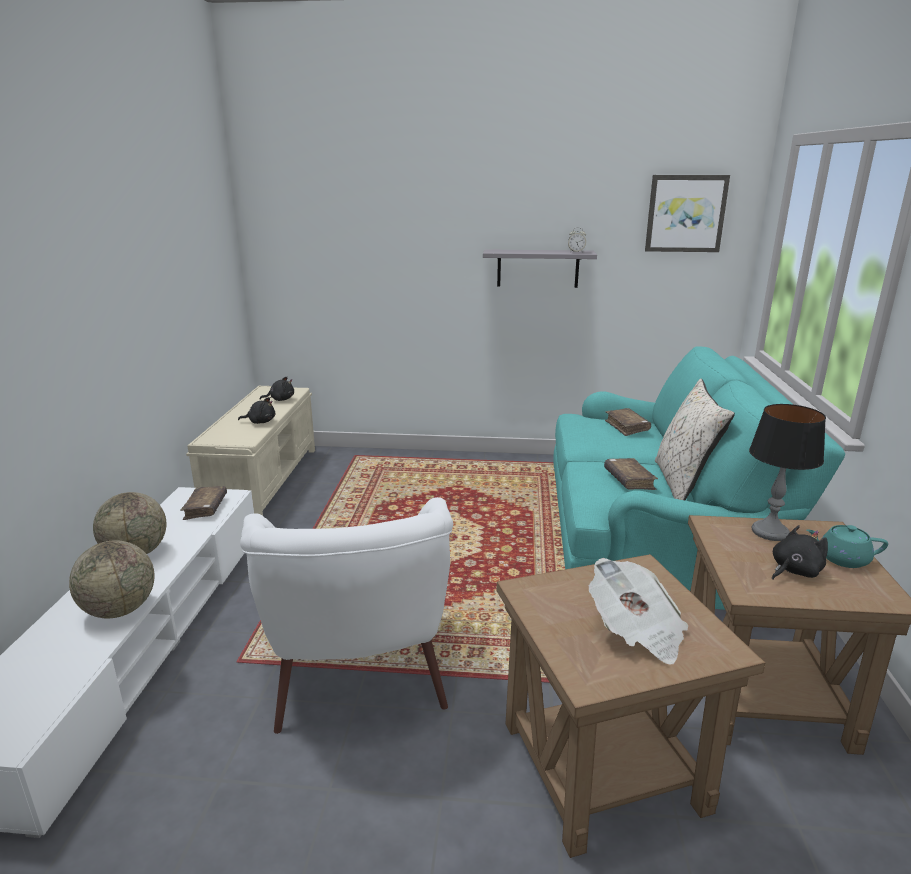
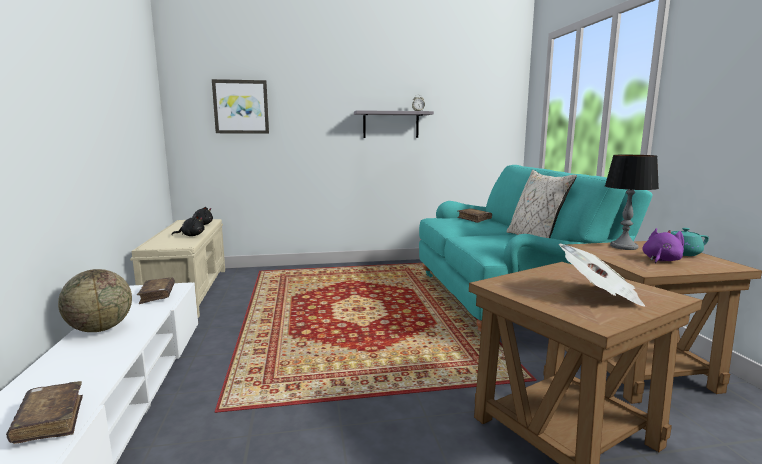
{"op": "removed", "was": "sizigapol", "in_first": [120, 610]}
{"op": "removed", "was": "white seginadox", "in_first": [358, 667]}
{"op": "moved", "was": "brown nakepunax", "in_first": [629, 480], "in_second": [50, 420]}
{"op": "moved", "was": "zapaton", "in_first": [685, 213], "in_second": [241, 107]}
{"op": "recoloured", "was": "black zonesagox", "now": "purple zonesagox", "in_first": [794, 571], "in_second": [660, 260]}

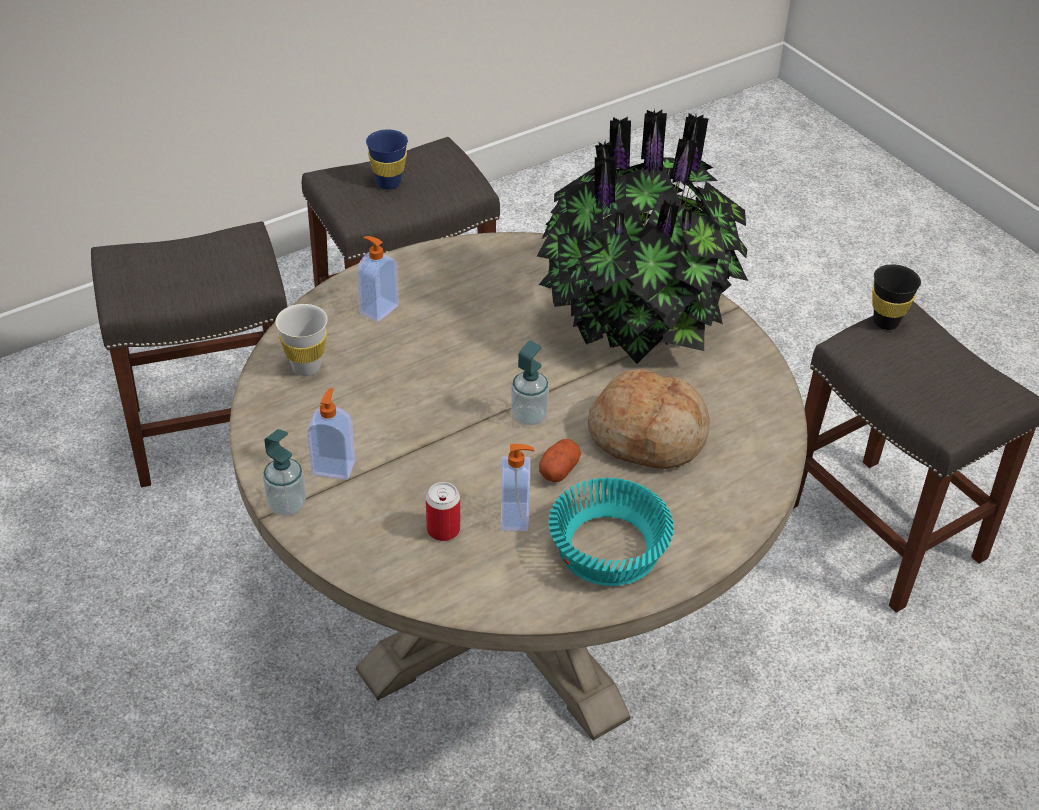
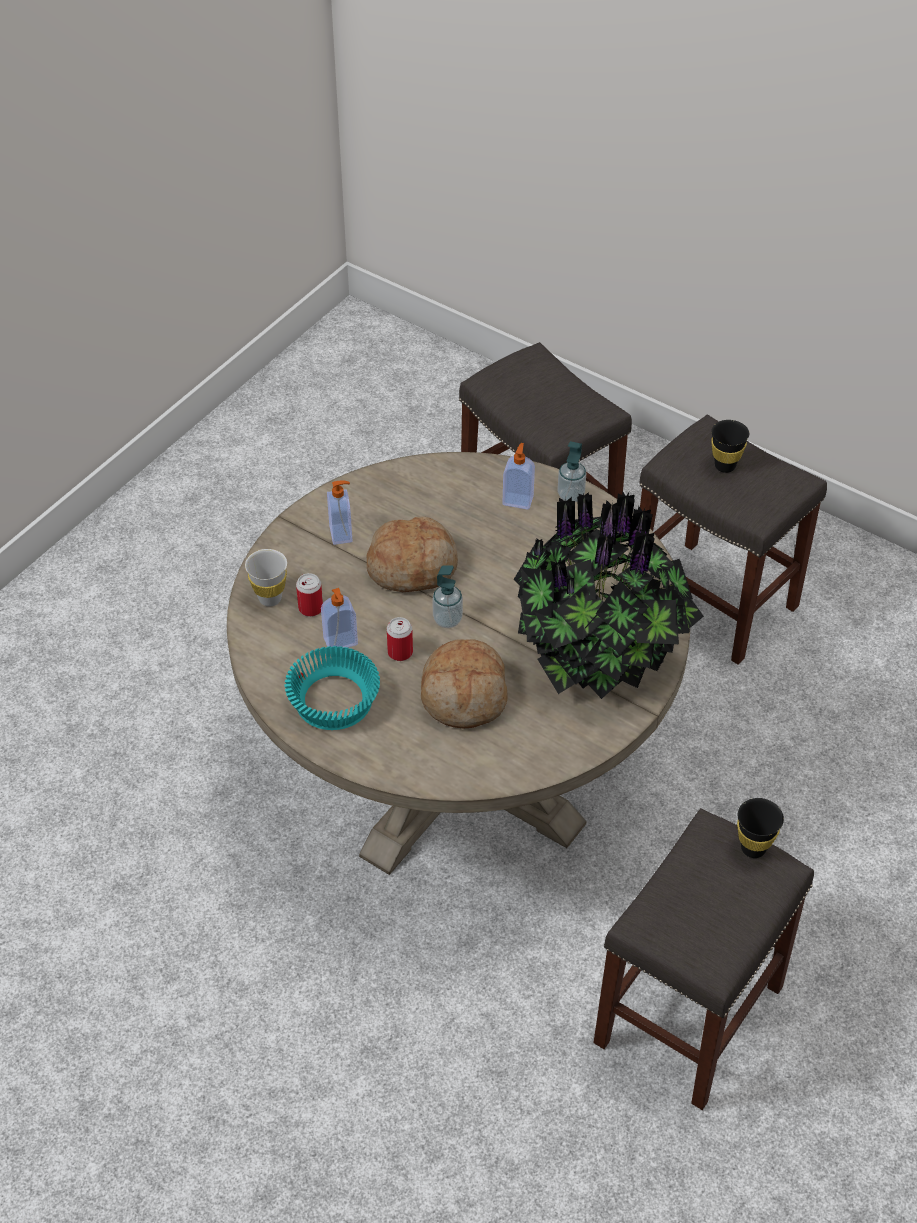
{"op": "added", "now": "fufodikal", "in_second": [413, 566]}
{"op": "moved", "was": "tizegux", "in_first": [287, 505], "in_second": [570, 495]}
{"op": "moved", "was": "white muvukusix", "in_first": [306, 367], "in_second": [270, 598]}
{"op": "replaced", "was": "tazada", "now": "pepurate", "in_first": [559, 469], "in_second": [400, 652]}
{"op": "recoloured", "was": "blue muvukusix", "now": "black muvukusix", "in_first": [389, 183], "in_second": [725, 466]}

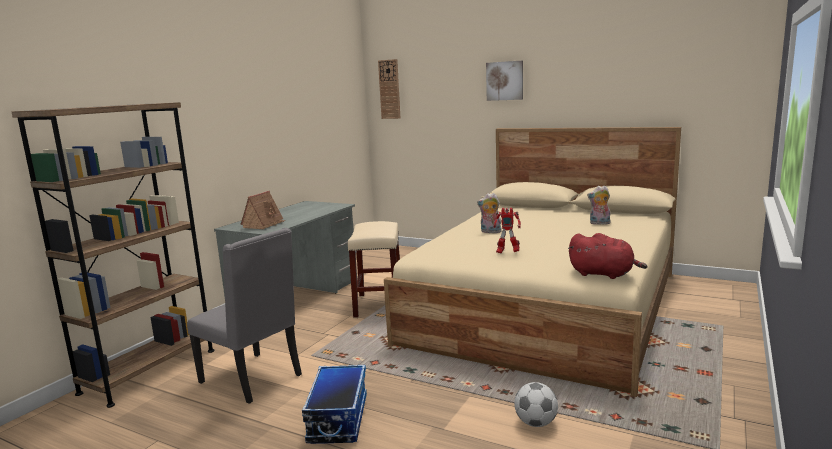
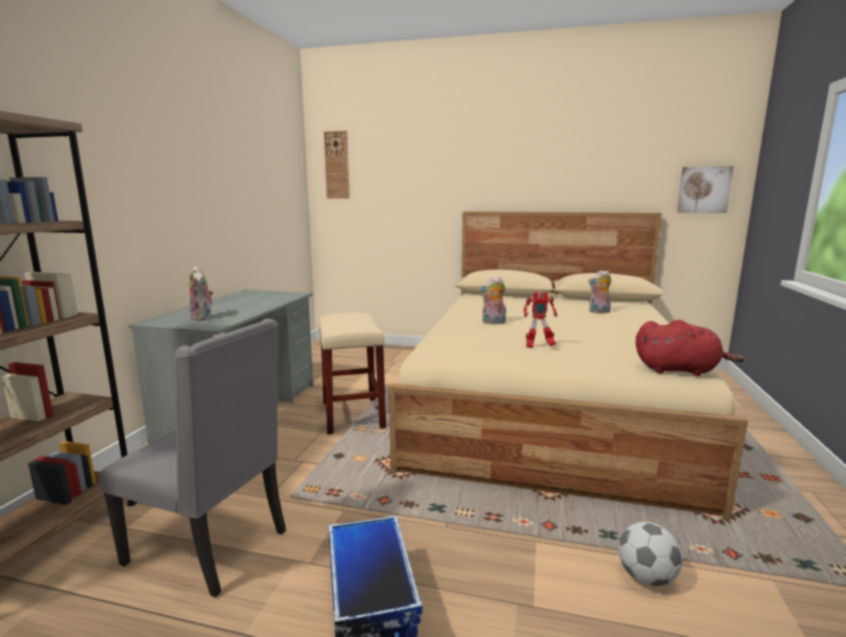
{"op": "moved", "was": "zapaton", "in_first": [505, 81], "in_second": [704, 190]}
{"op": "replaced", "was": "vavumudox", "now": "zonesagox", "in_first": [264, 224], "in_second": [203, 318]}

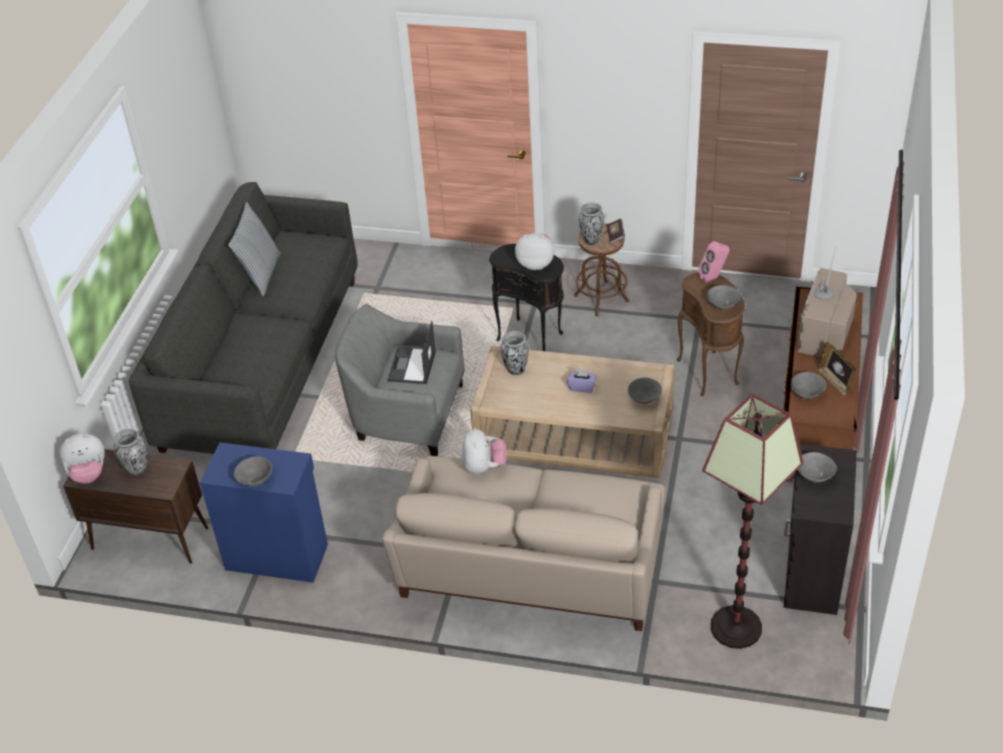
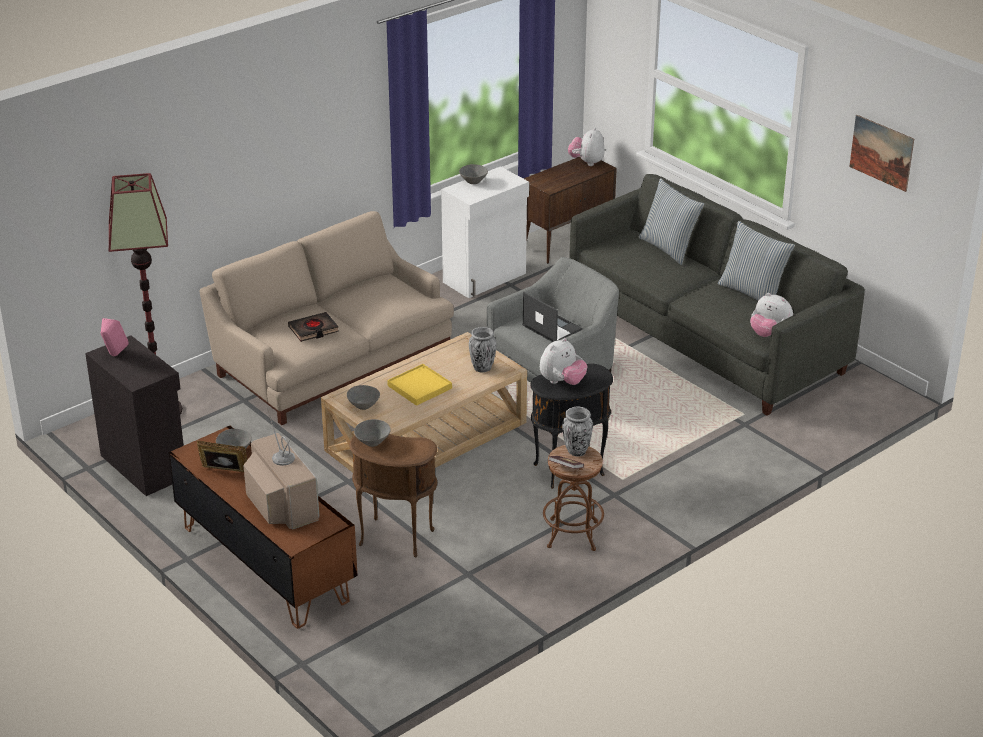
{"op": "removed", "was": "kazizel", "in_first": [137, 469]}
{"op": "removed", "was": "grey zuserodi", "in_first": [815, 477]}
{"op": "added", "now": "black nakepunax", "in_second": [313, 330]}
{"op": "added", "now": "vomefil", "in_second": [668, 248]}
{"op": "added", "now": "zapaton", "in_second": [881, 152]}
{"op": "moved", "was": "zonesagox", "in_first": [484, 467], "in_second": [769, 333]}
{"op": "moved", "was": "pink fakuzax", "in_first": [713, 278], "in_second": [114, 355]}
{"op": "replaced", "was": "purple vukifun", "now": "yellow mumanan", "in_first": [581, 387], "in_second": [419, 387]}
{"op": "recoloured", "was": "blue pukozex", "now": "white pukozex", "in_first": [276, 555], "in_second": [485, 278]}

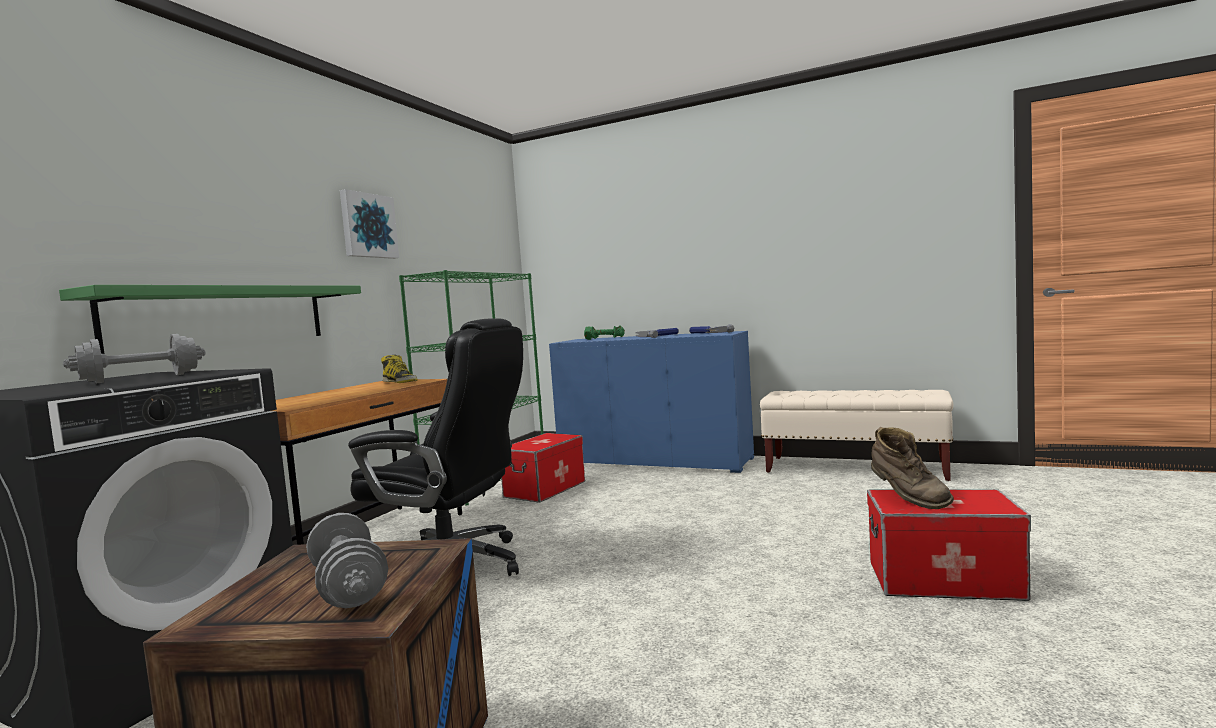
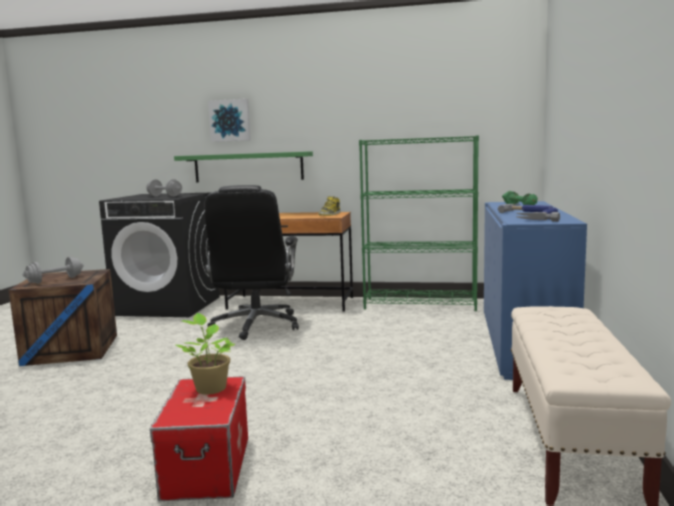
{"op": "removed", "was": "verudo", "in_first": [545, 489]}
{"op": "moved", "was": "zapaton", "in_first": [368, 226], "in_second": [230, 120]}
{"op": "replaced", "was": "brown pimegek", "now": "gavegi", "in_first": [907, 499], "in_second": [210, 388]}

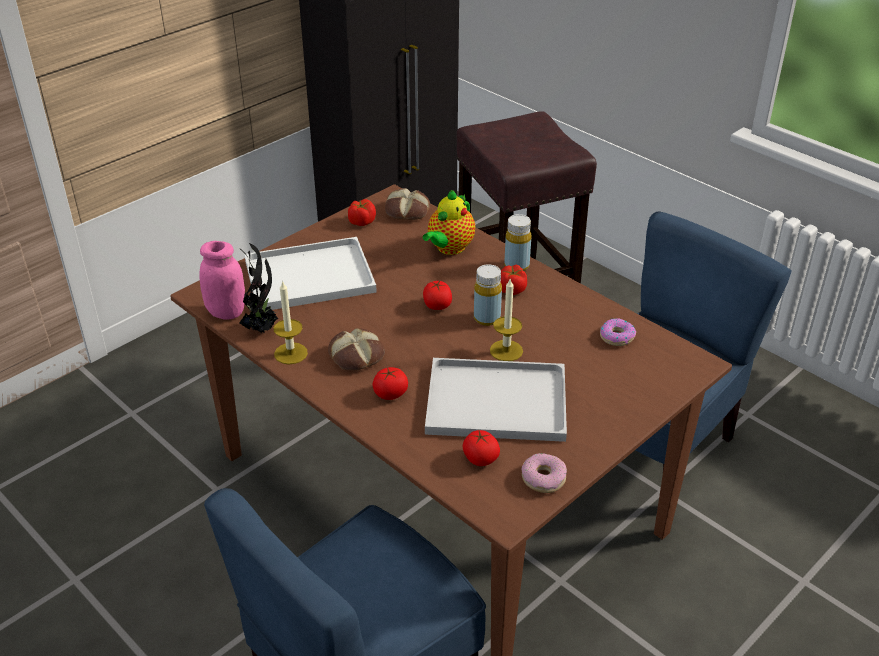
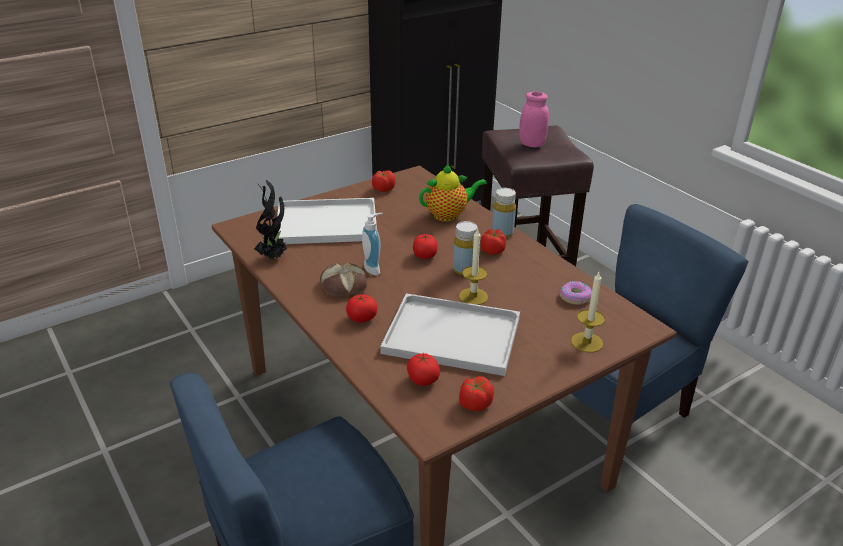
{"op": "removed", "was": "fufodikal", "in_first": [406, 211]}
{"op": "added", "now": "tizegux", "in_second": [374, 268]}
{"op": "moved", "was": "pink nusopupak", "in_first": [226, 312], "in_second": [531, 144]}
{"op": "moved", "was": "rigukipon", "in_first": [290, 353], "in_second": [586, 342]}
{"op": "replaced", "was": "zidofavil", "now": "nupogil", "in_first": [543, 478], "in_second": [475, 404]}
{"op": "turned", "was": "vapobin", "in_first": [449, 248], "in_second": [449, 215], "clockwise": -150}

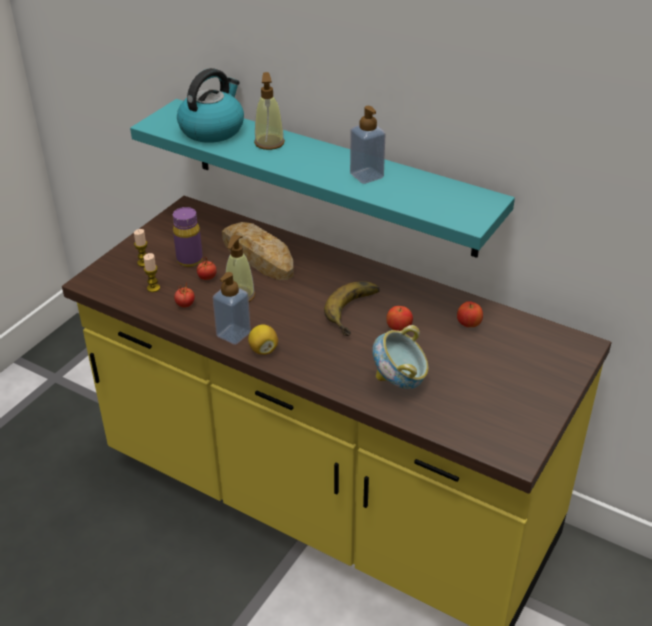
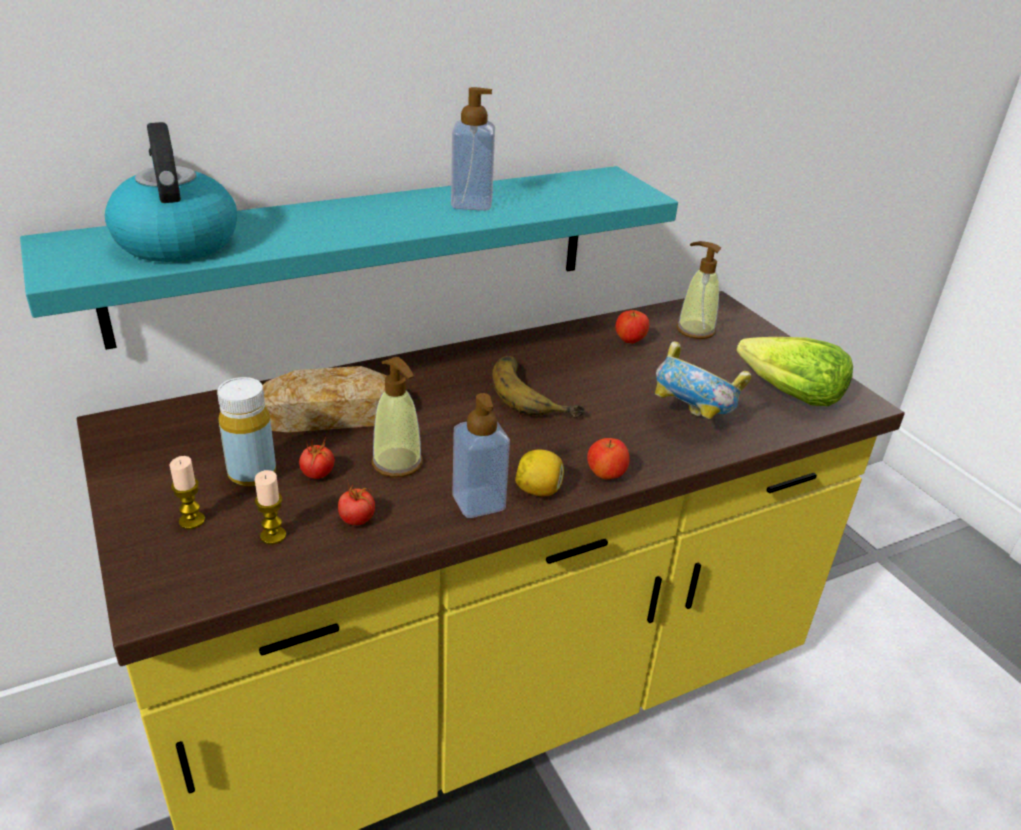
{"op": "added", "now": "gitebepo", "in_second": [789, 394]}
{"op": "moved", "was": "tizegux", "in_first": [269, 143], "in_second": [695, 330]}
{"op": "moved", "was": "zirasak", "in_first": [398, 328], "in_second": [605, 475]}
{"op": "recoloured", "was": "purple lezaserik", "now": "yellow lezaserik", "in_first": [189, 260], "in_second": [252, 473]}

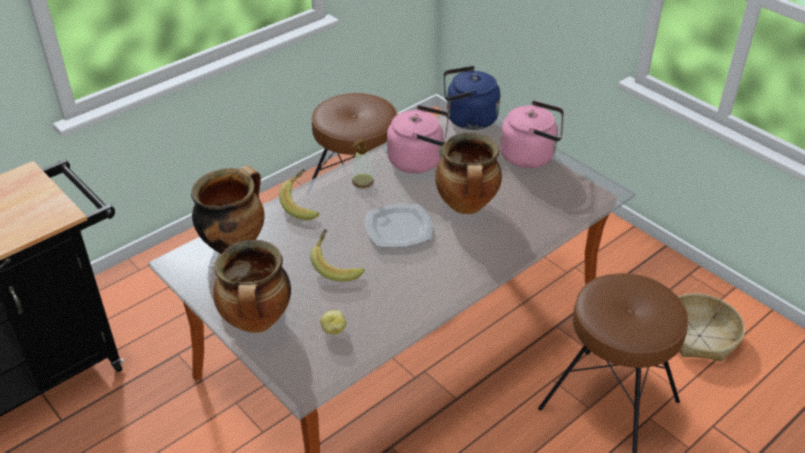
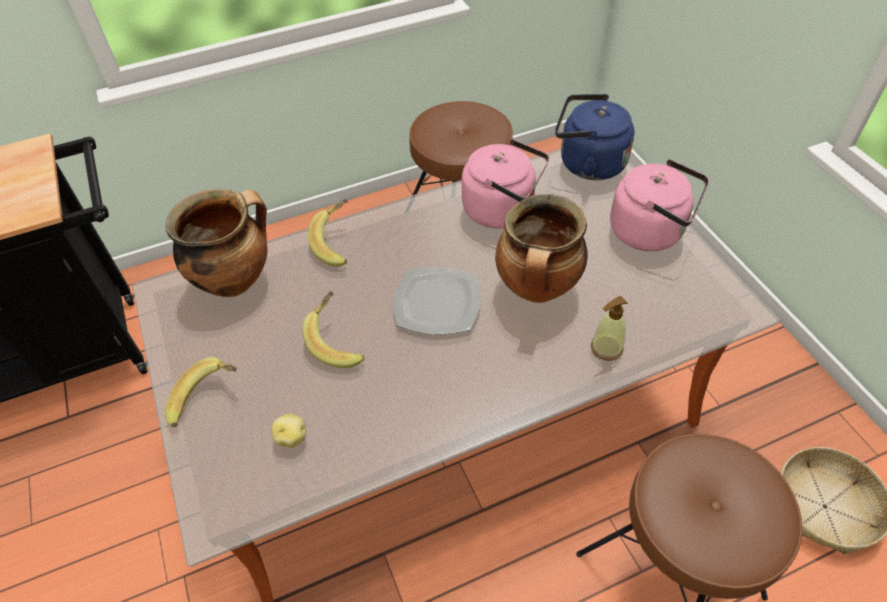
{"op": "moved", "was": "tizegux", "in_first": [362, 181], "in_second": [606, 348]}
{"op": "replaced", "was": "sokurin", "now": "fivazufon", "in_first": [257, 322], "in_second": [208, 400]}

